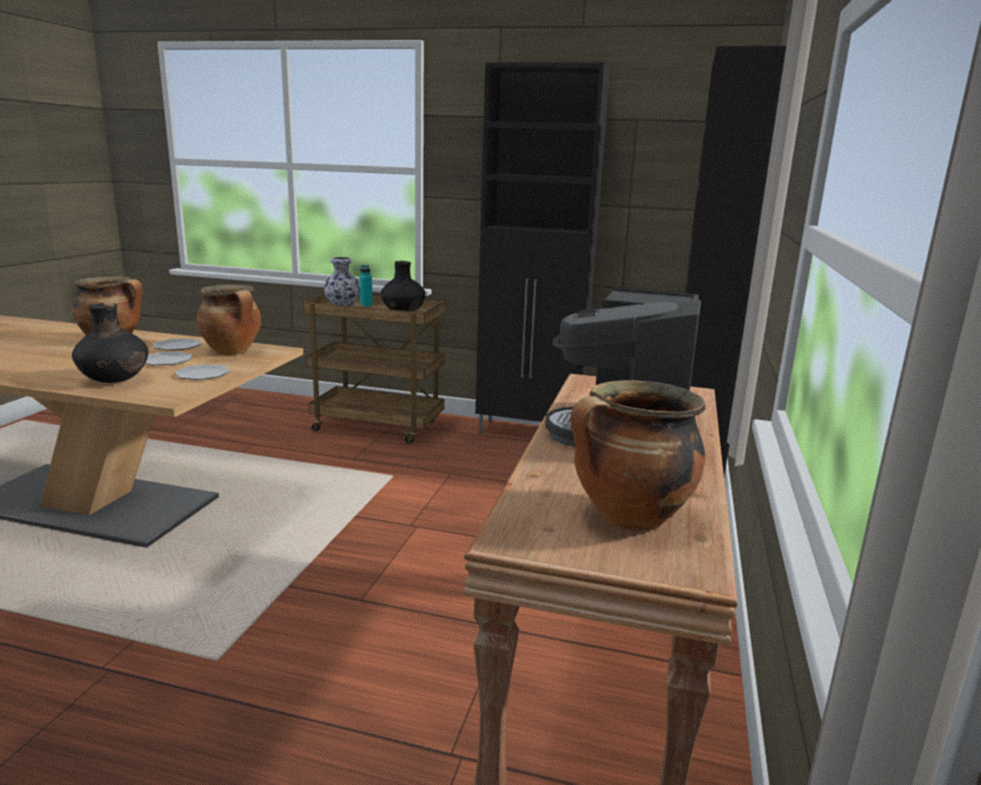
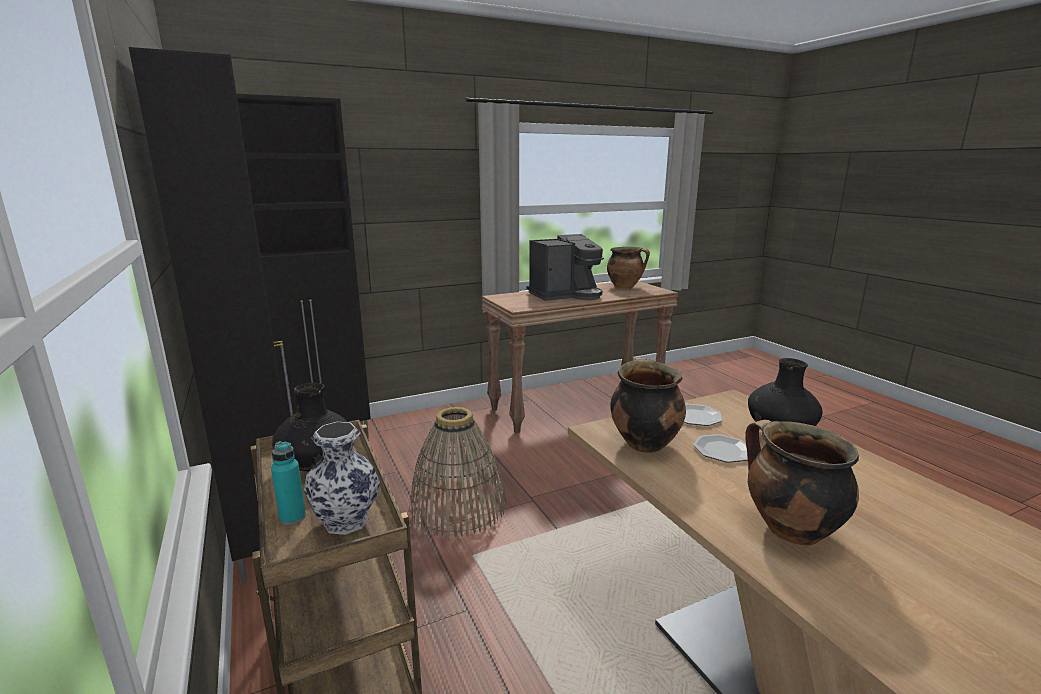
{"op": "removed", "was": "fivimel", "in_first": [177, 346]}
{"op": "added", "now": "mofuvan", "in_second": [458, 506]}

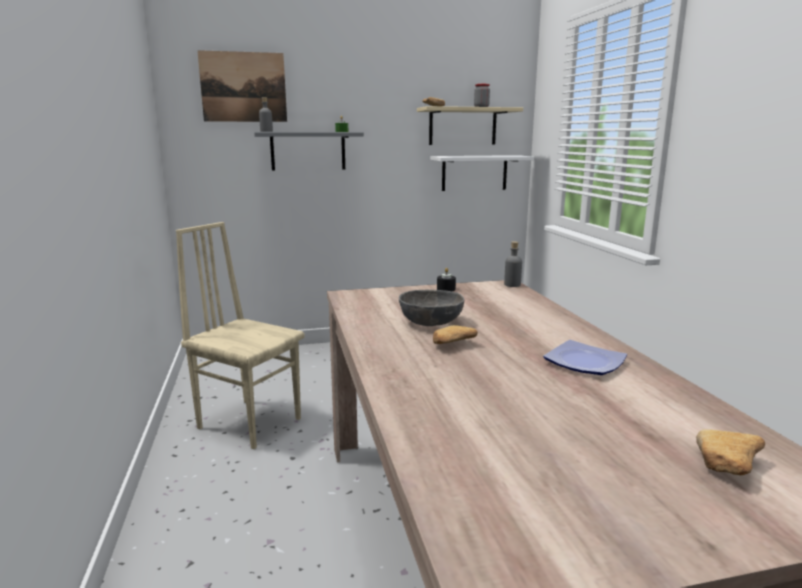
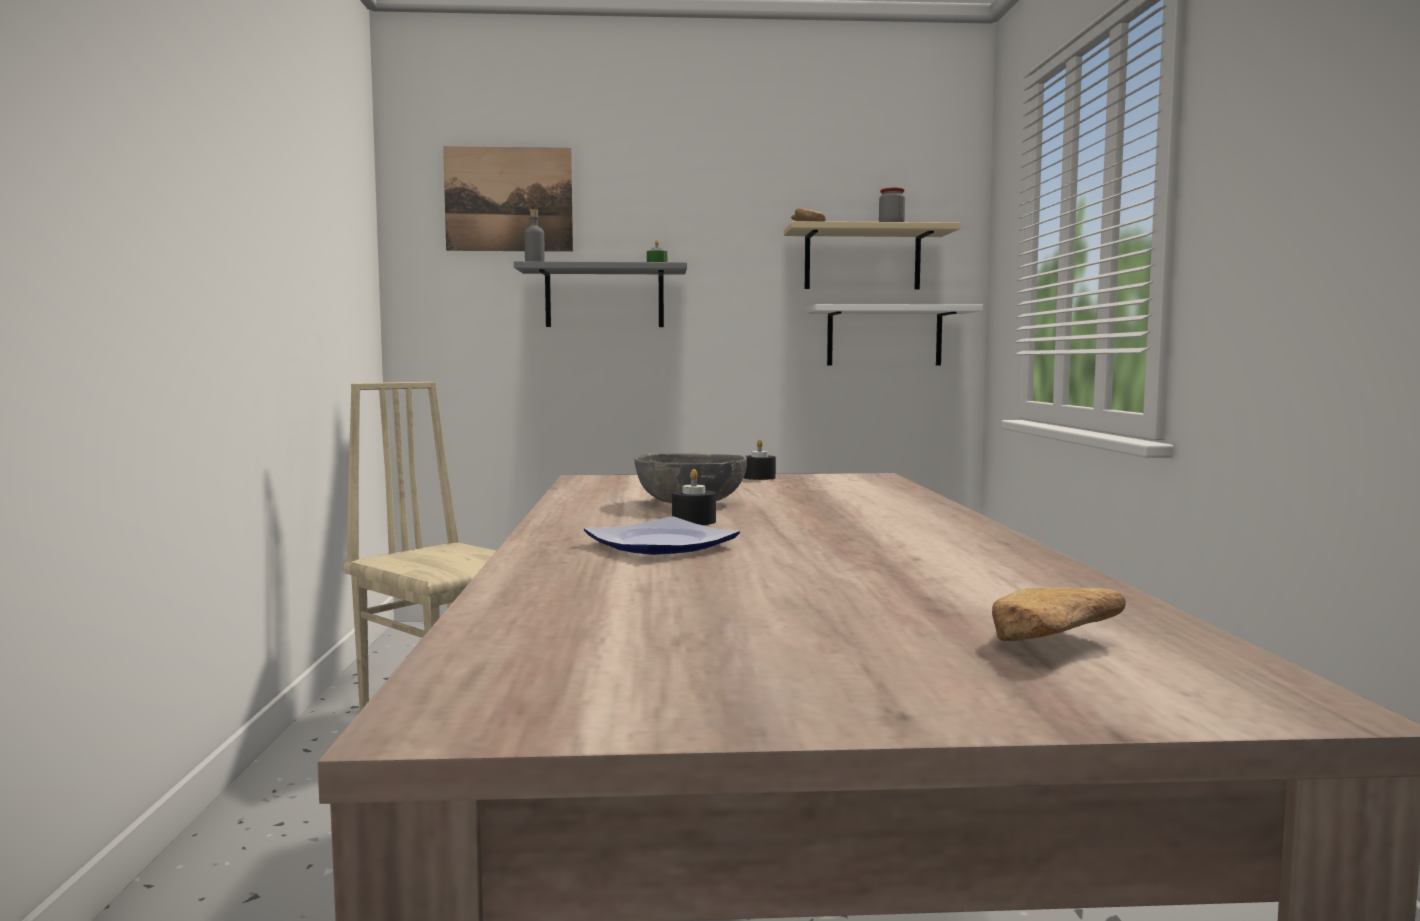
{"op": "removed", "was": "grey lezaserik", "in_first": [512, 285]}
{"op": "moved", "was": "fivimel", "in_first": [586, 363], "in_second": [664, 545]}
{"op": "replaced", "was": "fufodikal", "now": "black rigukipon", "in_first": [450, 345], "in_second": [693, 521]}

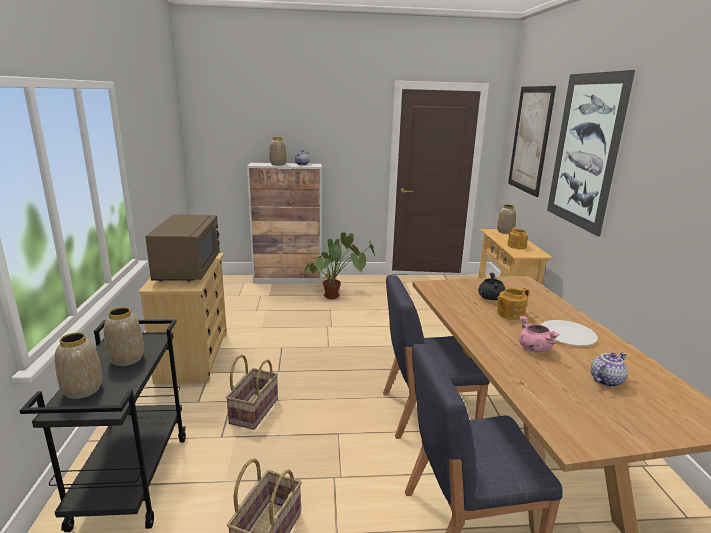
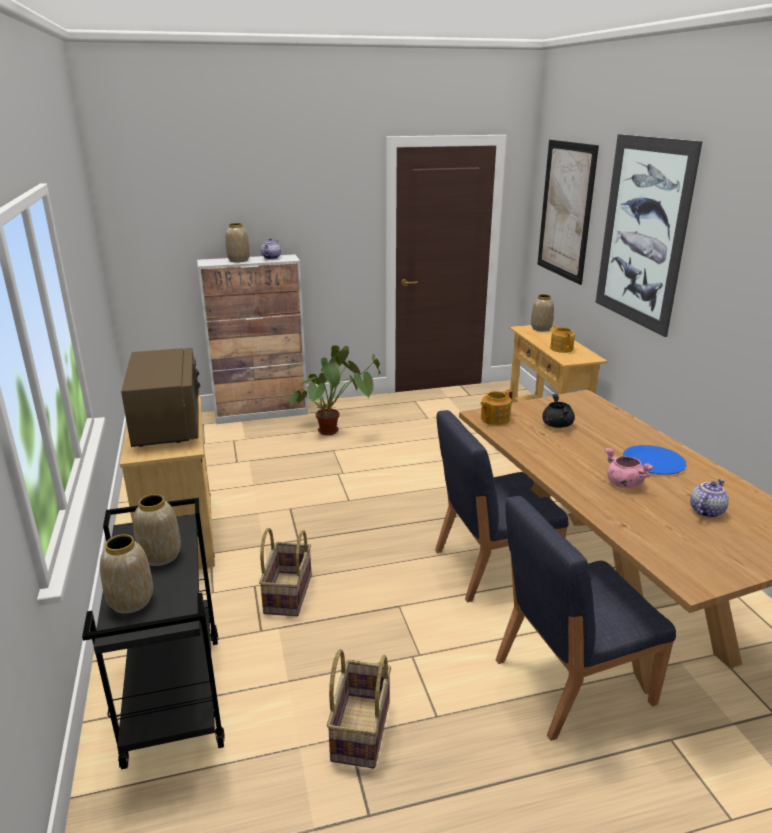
{"op": "moved", "was": "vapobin", "in_first": [509, 314], "in_second": [494, 419]}
{"op": "recoloured", "was": "white fivimel", "now": "blue fivimel", "in_first": [567, 334], "in_second": [653, 461]}

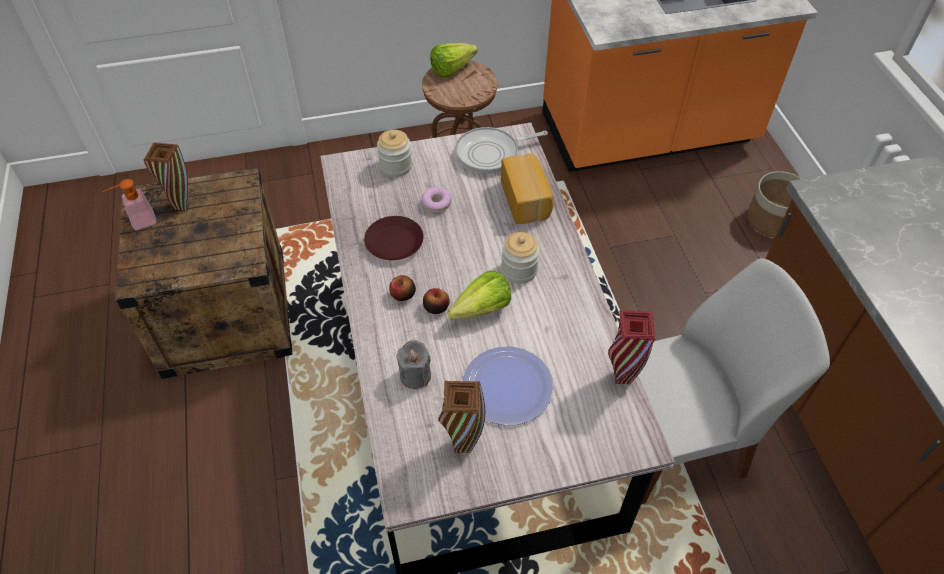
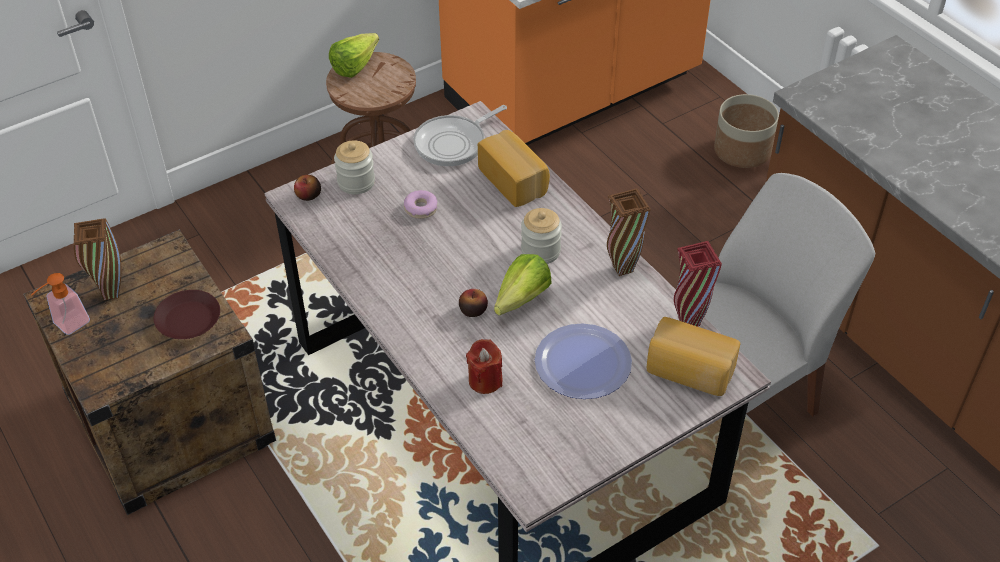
{"op": "added", "now": "fufodikal", "in_second": [689, 372]}
{"op": "moved", "was": "brown fivimel", "in_first": [393, 242], "in_second": [188, 319]}
{"op": "moved", "was": "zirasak", "in_first": [403, 294], "in_second": [308, 195]}
{"op": "moved", "was": "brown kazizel", "in_first": [462, 445], "in_second": [622, 269]}
{"op": "recoloured", "was": "grey rigukipon", "now": "red rigukipon", "in_first": [415, 375], "in_second": [485, 380]}

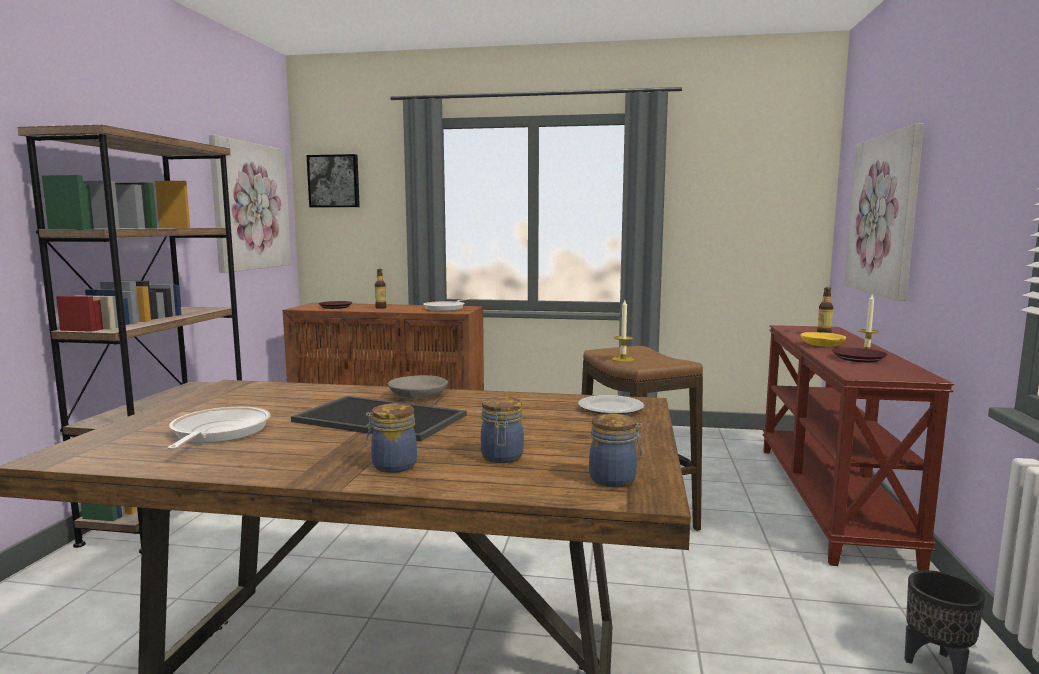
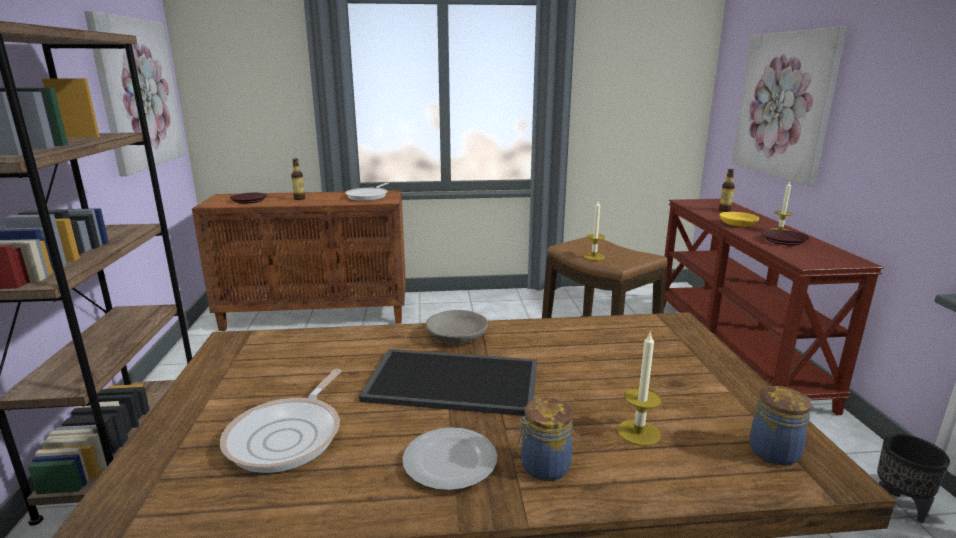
{"op": "removed", "was": "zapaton", "in_first": [334, 181]}
{"op": "moved", "was": "fivimel", "in_first": [611, 409], "in_second": [451, 462]}
{"op": "replaced", "was": "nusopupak", "now": "rigukipon", "in_first": [502, 457], "in_second": [638, 432]}
{"op": "turned", "was": "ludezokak", "in_first": [217, 433], "in_second": [289, 436], "clockwise": -150}

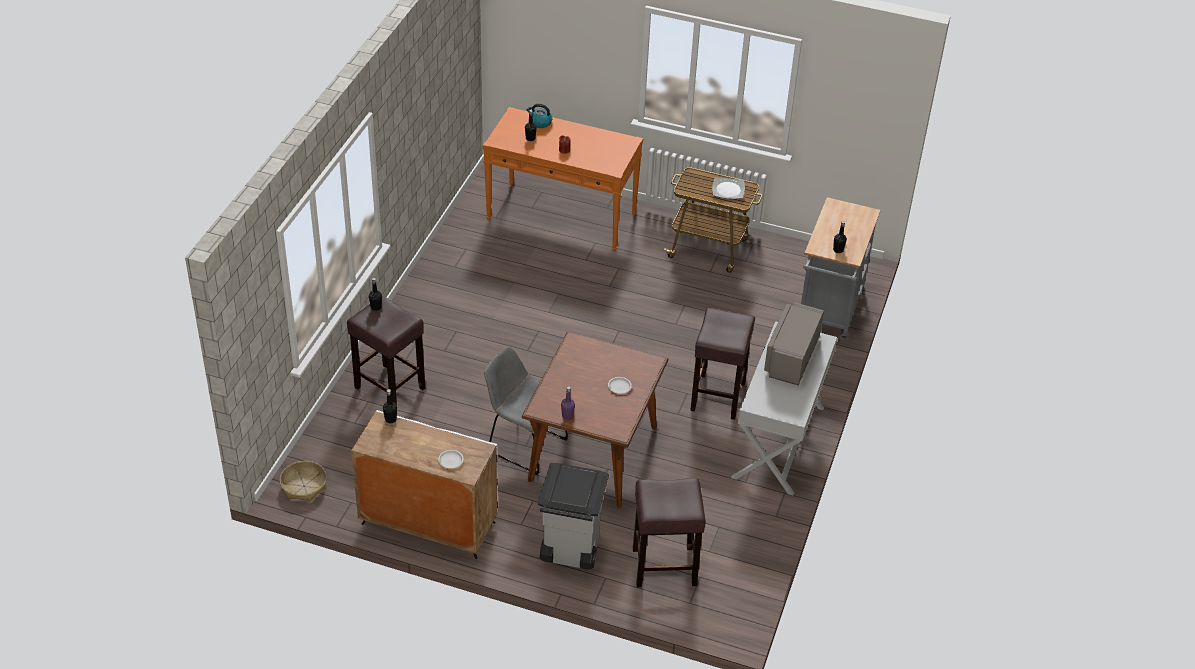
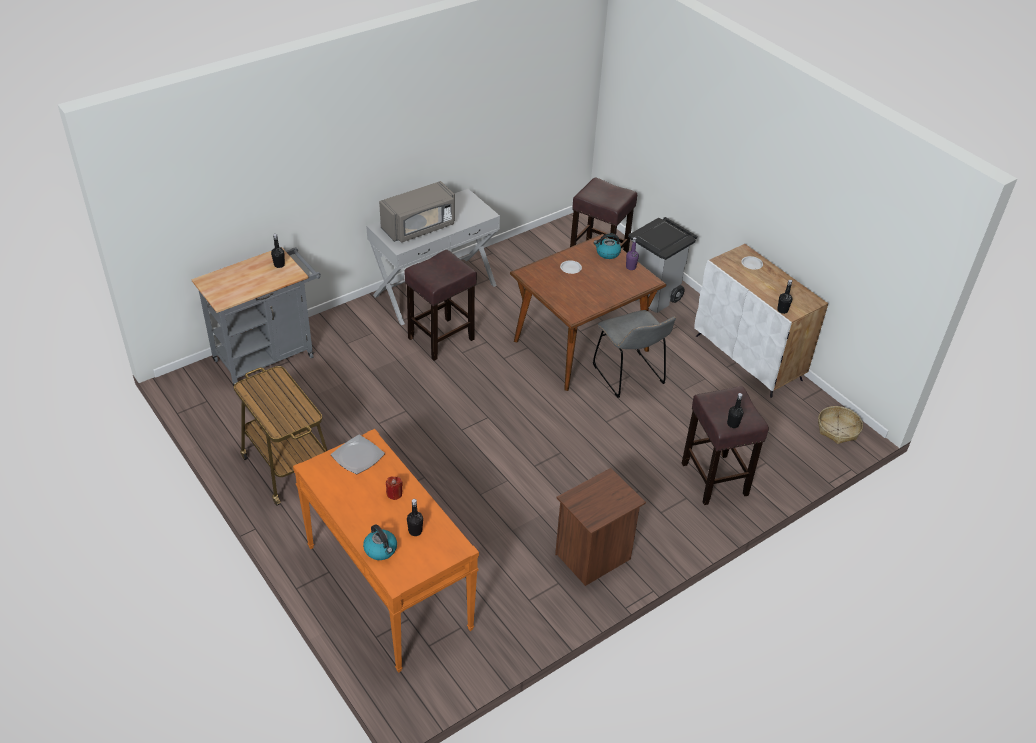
{"op": "added", "now": "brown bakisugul", "in_second": [594, 557]}
{"op": "added", "now": "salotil", "in_second": [607, 253]}
{"op": "moved", "was": "fivimel", "in_first": [728, 189], "in_second": [357, 456]}

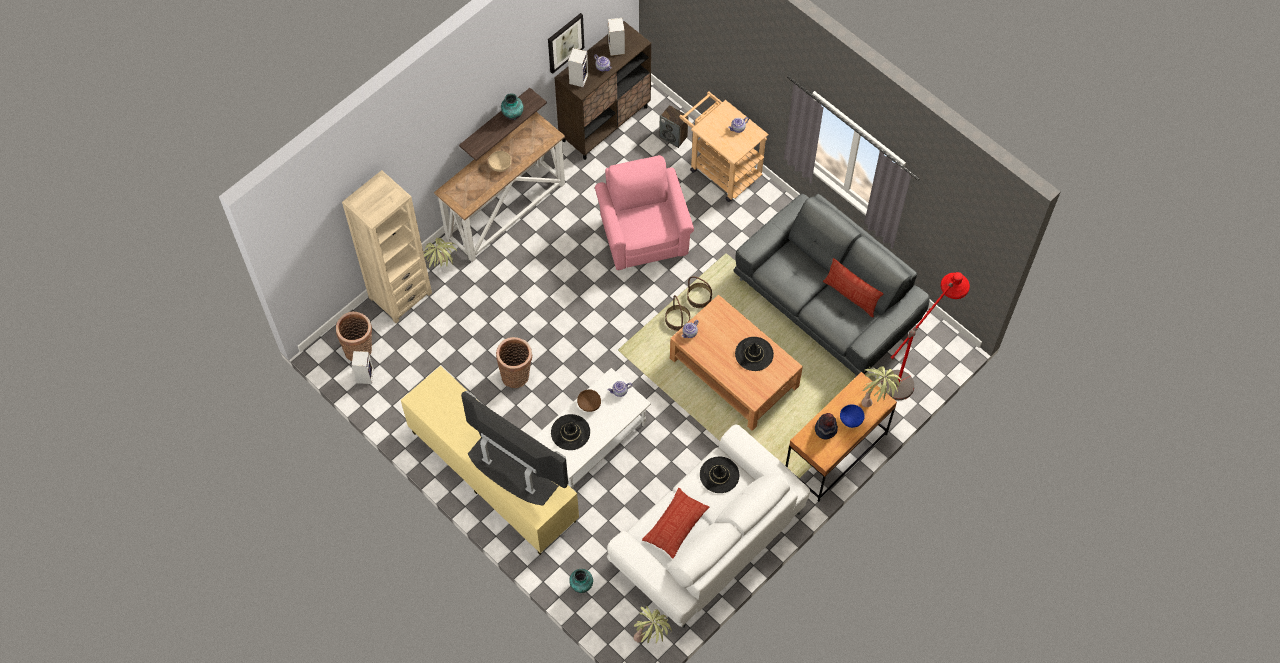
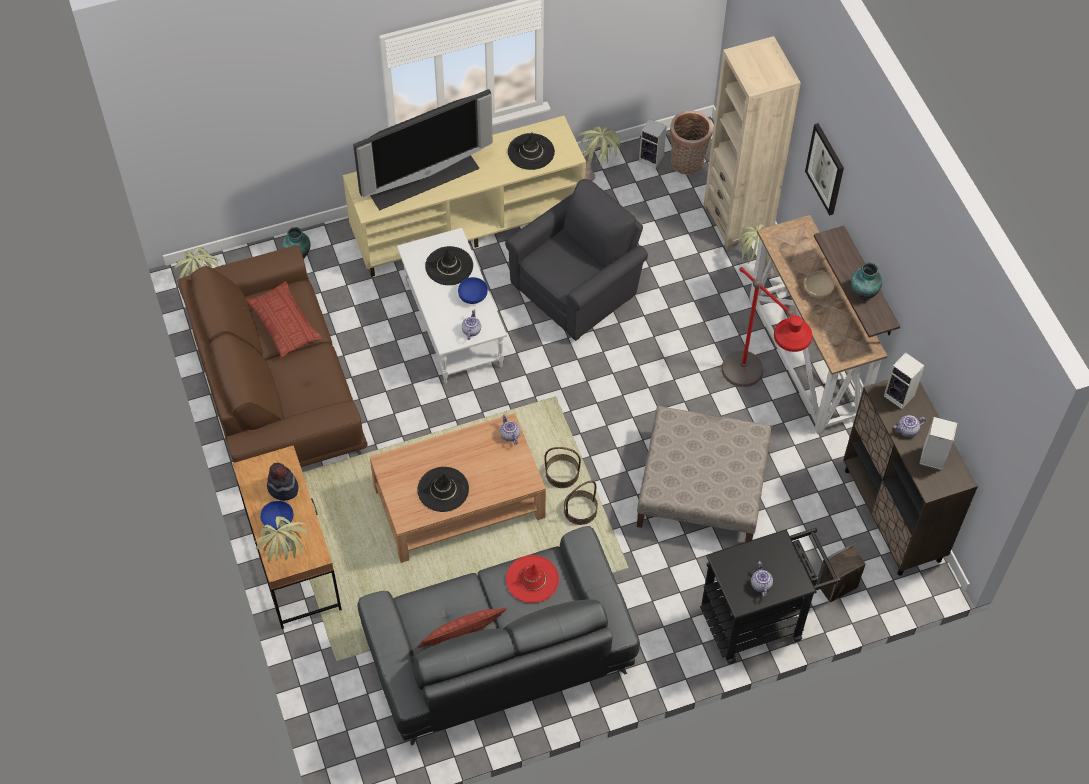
{"op": "added", "now": "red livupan", "in_second": [532, 579]}
{"op": "added", "now": "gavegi", "in_second": [598, 171]}
{"op": "moved", "was": "zapaton", "in_first": [565, 42], "in_second": [826, 169]}
{"op": "moved", "was": "black livupan", "in_first": [719, 475], "in_second": [531, 152]}
{"op": "moved", "was": "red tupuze", "in_first": [913, 370], "in_second": [754, 393]}
{"op": "replaced", "was": "mofuvan", "now": "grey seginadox", "in_first": [516, 374], "in_second": [578, 289]}
{"op": "replaced", "was": "pink seginadox", "now": "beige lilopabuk", "in_first": [643, 234], "in_second": [702, 489]}
{"op": "recoloured", "was": "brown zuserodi", "now": "blue zuserodi", "in_first": [589, 404], "in_second": [473, 296]}
{"op": "recoloured", "was": "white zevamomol", "now": "brown zevamomol", "in_first": [707, 538], "in_second": [276, 386]}
{"op": "recoloured", "was": "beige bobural", "now": "black bobural", "in_first": [720, 168], "in_second": [760, 619]}

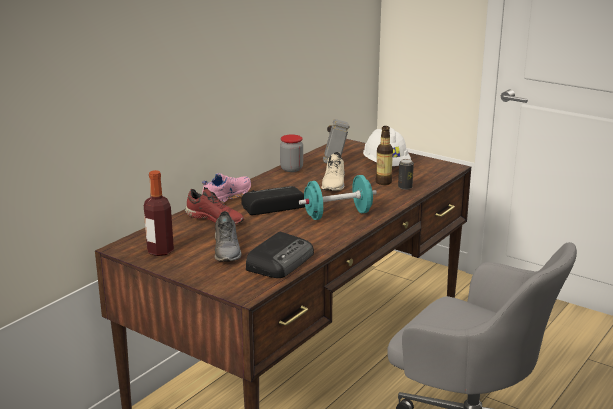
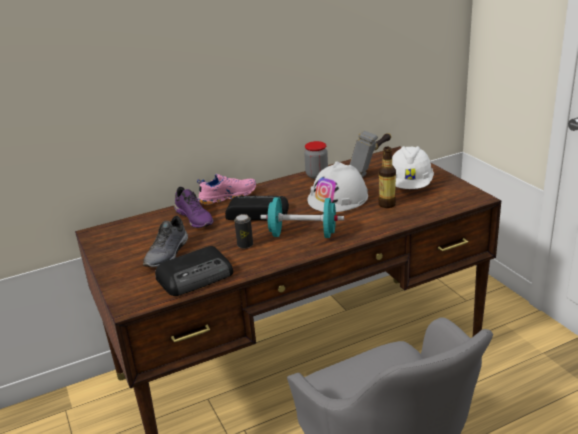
{"op": "removed", "was": "lezaserik", "in_first": [160, 251]}
{"op": "moved", "was": "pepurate", "in_first": [405, 187], "in_second": [245, 245]}
{"op": "replaced", "was": "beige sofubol", "now": "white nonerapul", "in_first": [334, 183], "in_second": [338, 198]}
{"op": "recoloured", "was": "red sofubol", "now": "purple sofubol", "in_first": [215, 219], "in_second": [195, 218]}

